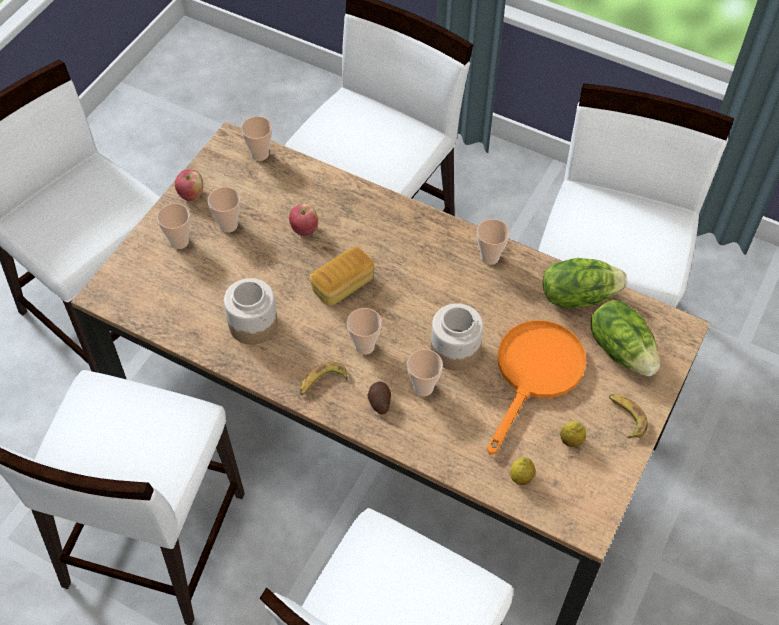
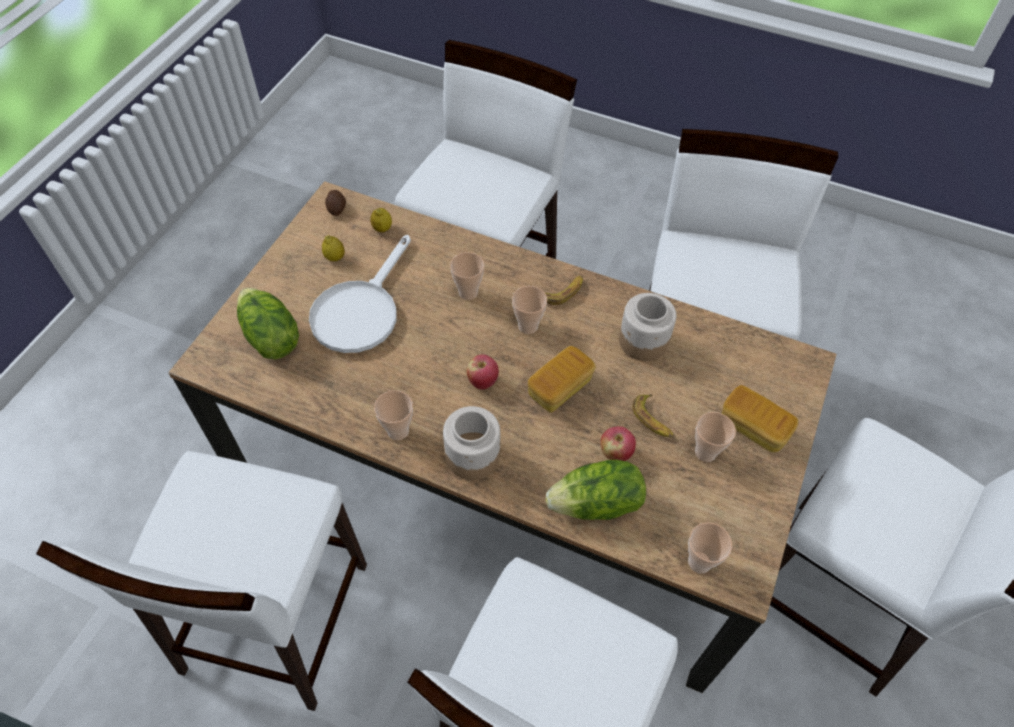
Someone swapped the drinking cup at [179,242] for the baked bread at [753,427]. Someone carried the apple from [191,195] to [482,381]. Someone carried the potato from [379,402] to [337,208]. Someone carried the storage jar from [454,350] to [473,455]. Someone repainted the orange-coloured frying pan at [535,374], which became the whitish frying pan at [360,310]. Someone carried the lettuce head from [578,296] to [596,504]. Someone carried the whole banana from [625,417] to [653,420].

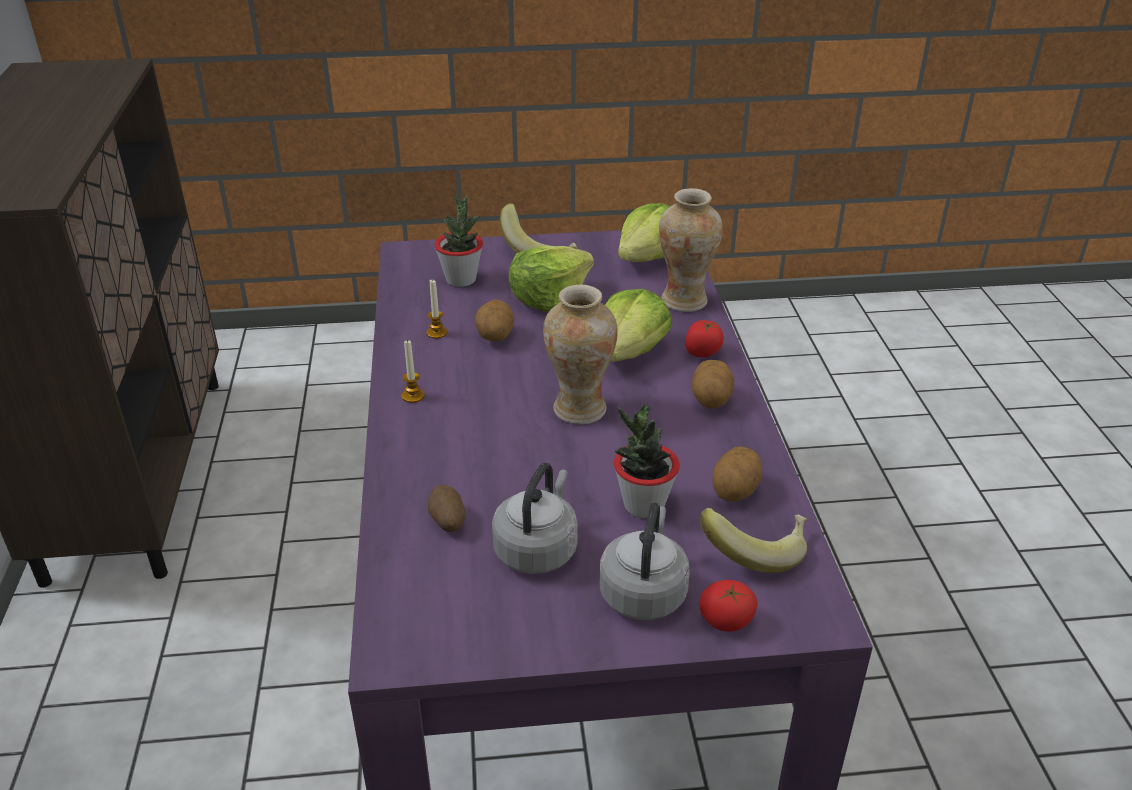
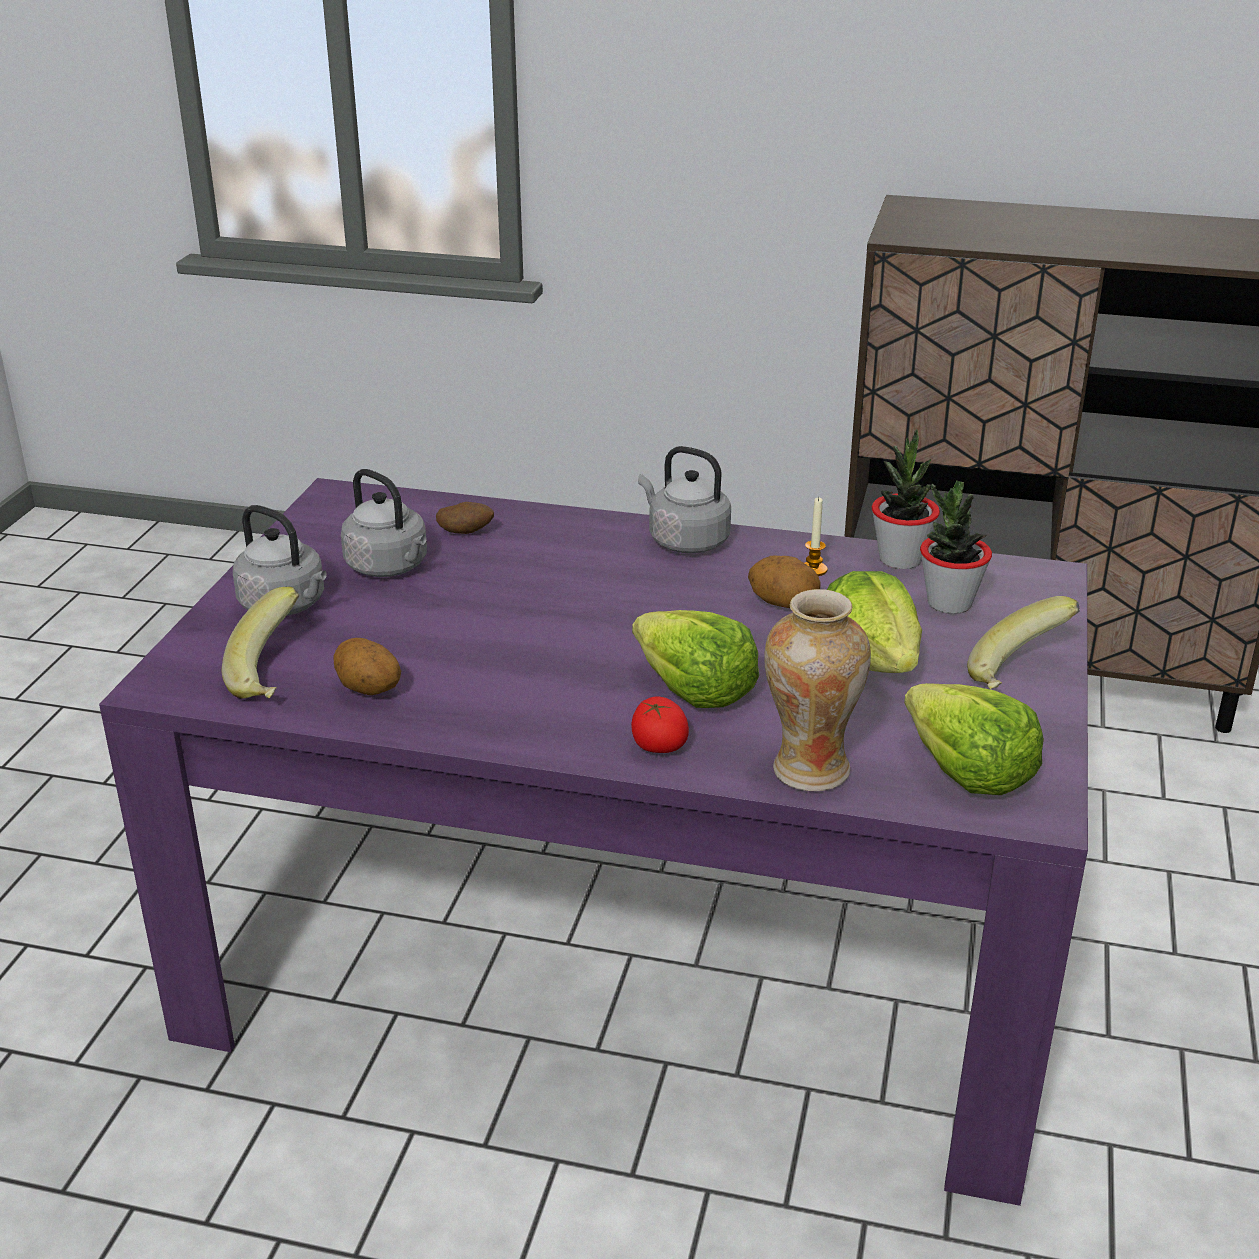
Someone swapped the wax light at [413,396] for the grey tea kettle at [685,541]. Someone took away the decorative vase at [579,409]. Someone carried the potted plant from [643,505] to [900,559]. Someone took away the potato at [711,400]. Someone took away the tomato at [725,621].

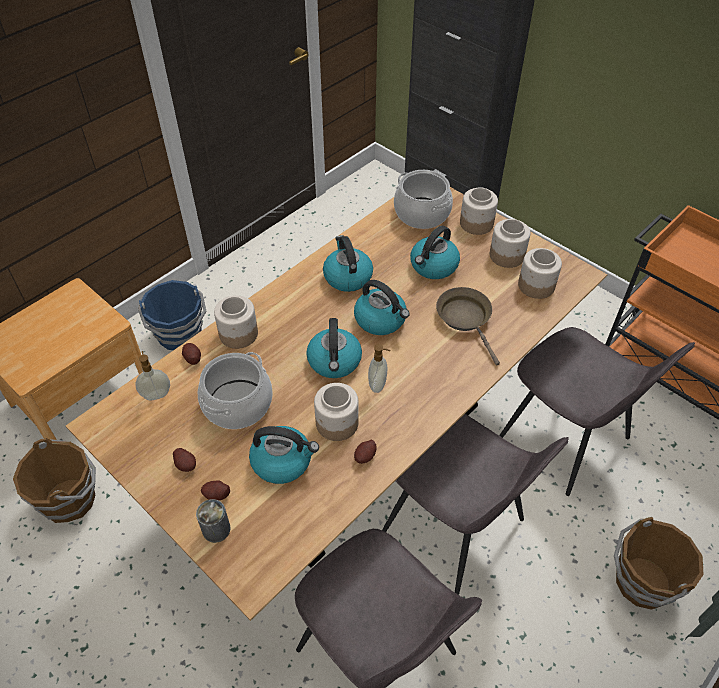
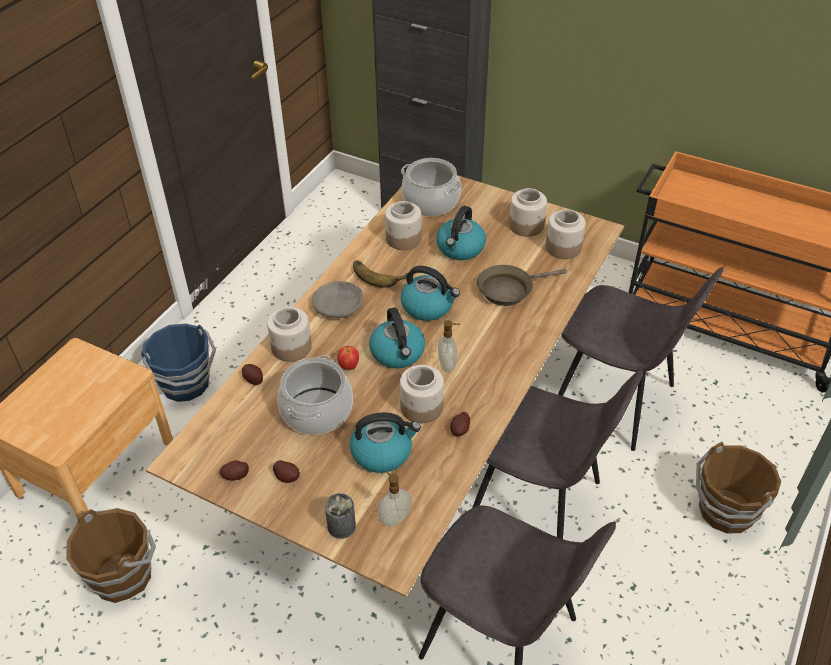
Someone carried the liquid soap bottle from [156,394] to [394,517]. Someone carried the potato from [216,495] to [235,476]. Someone swapped the tea kettle at [347,276] for the whole banana at [380,273]. Someone rotated the brown-coloured frying pan at [466,319] by 75 degrees counterclockwise. Someone carried the storage jar from [476,224] to [403,239]. Someone put down the grey serving bowl at [339,306]. Someone put down the apple at [349,366].

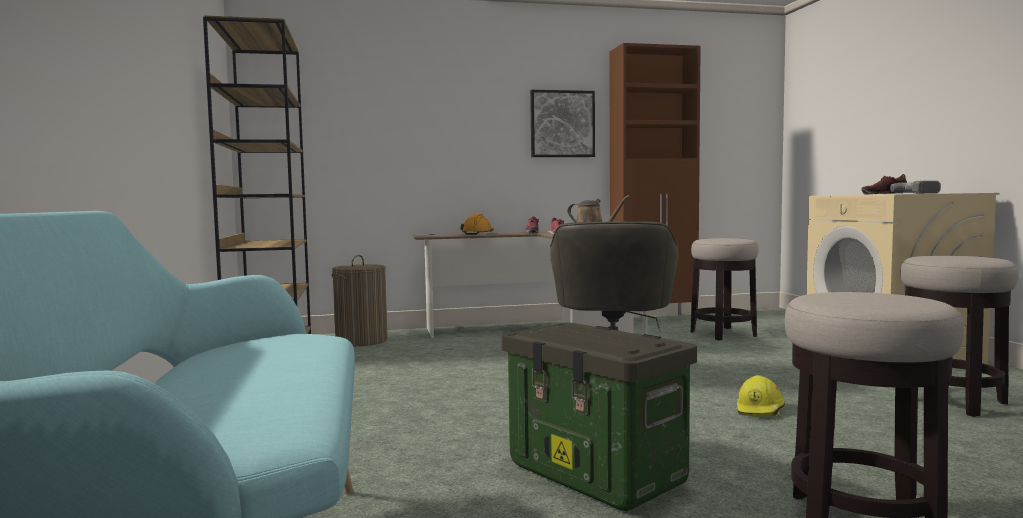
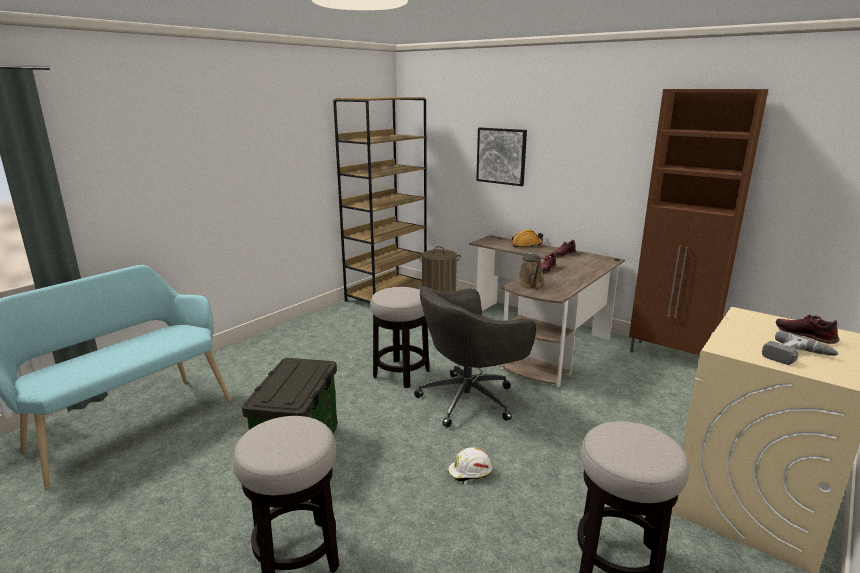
Someone carried the wall art from [562,124] to [501,156]. Someone carried the stool from [723,334] to [401,373]. Someone repainted the yellowish safety helmet at [760,410], which became the whitish safety helmet at [470,473].

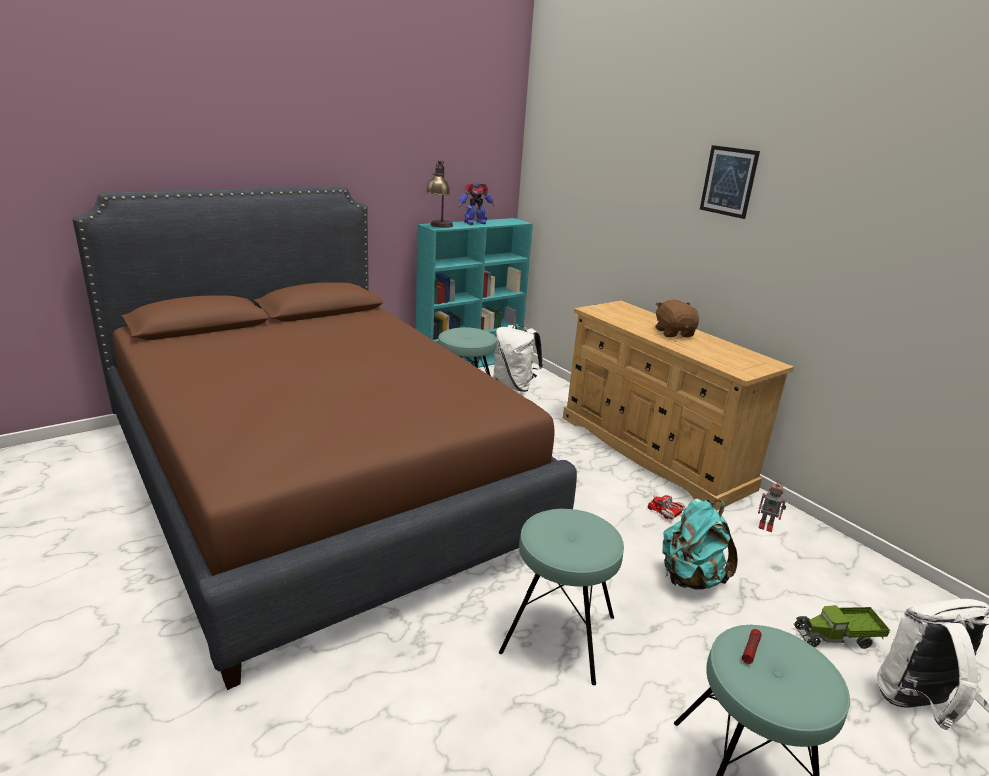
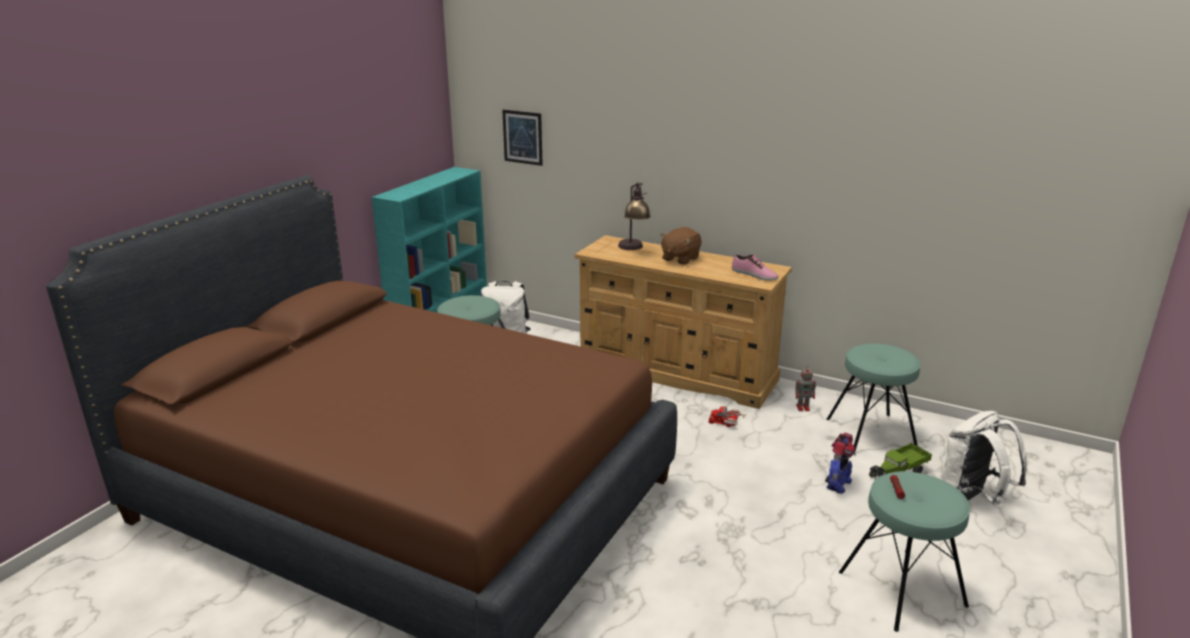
Someone carried the lamp for a table from [439,227] to [633,249]. Someone carried the robot figure from [474,223] to [837,484]. Someone carried the turquoise stool from [558,634] to [870,434]. Someone rotated the brown-coloured plush toy at [674,333] by 105 degrees counterclockwise. Someone took away the turquoise backpack at [690,578]. Someone carried the wall art from [728,181] to [522,137]. Someone put down the low shoe at [754,275].

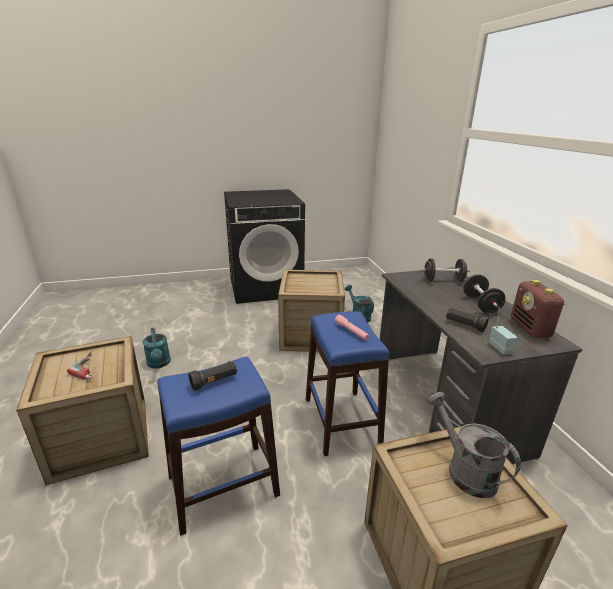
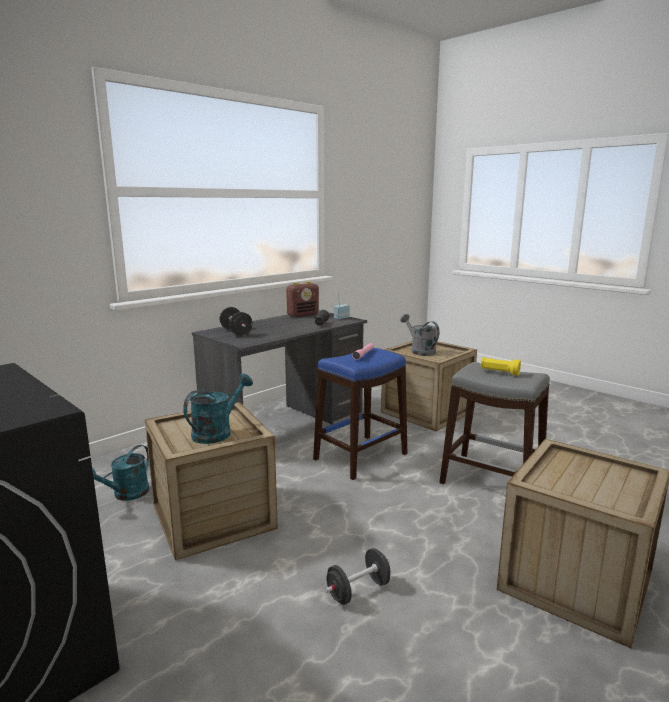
Someone took away the electric drill at [90,368]. Someone carried the turquoise watering pot from [159,364] to [217,432]. Someone repainted the blue stool at [222,485], which became the grey stool at [491,483]. Someone repainted the black torch at [214,382], which became the yellowish torch at [499,372]. Someone rotated the grey watering pot at [464,469] by 120 degrees clockwise. Someone carried the black dumbbell from [480,304] to [358,590].

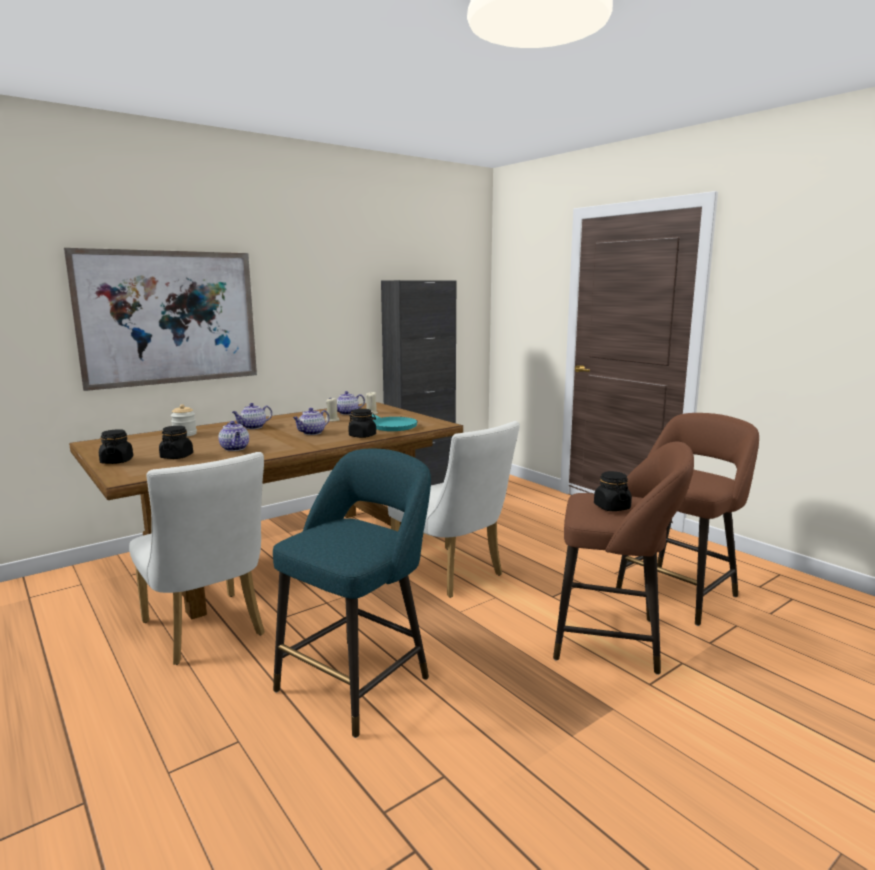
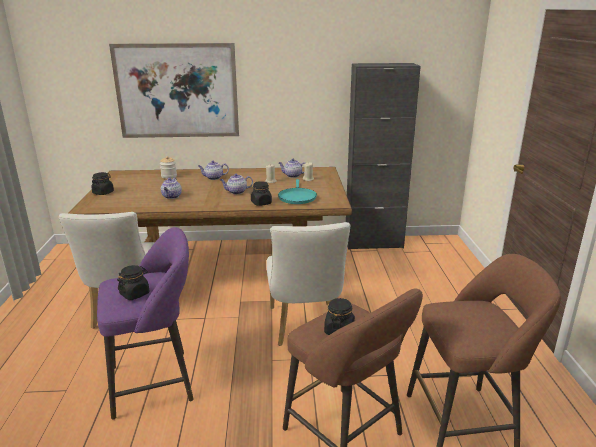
Someone carried the black storage jar from [177,456] to [135,294]. Someone repainted the turquoise stool at [358,680], which became the purple-coloured stool at [157,382].

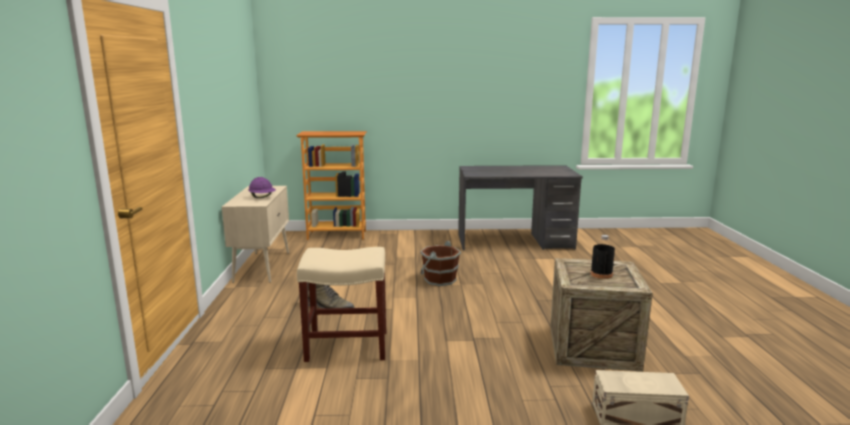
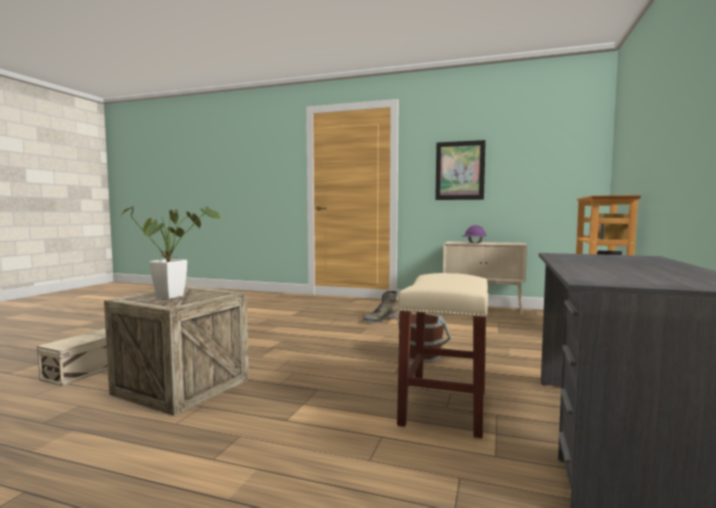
Someone carried the beige stool from [345,346] to [444,406]. Someone swapped the black drink bottle at [601,274] for the potted plant at [175,296]. Someone put up the wall art at [460,170].

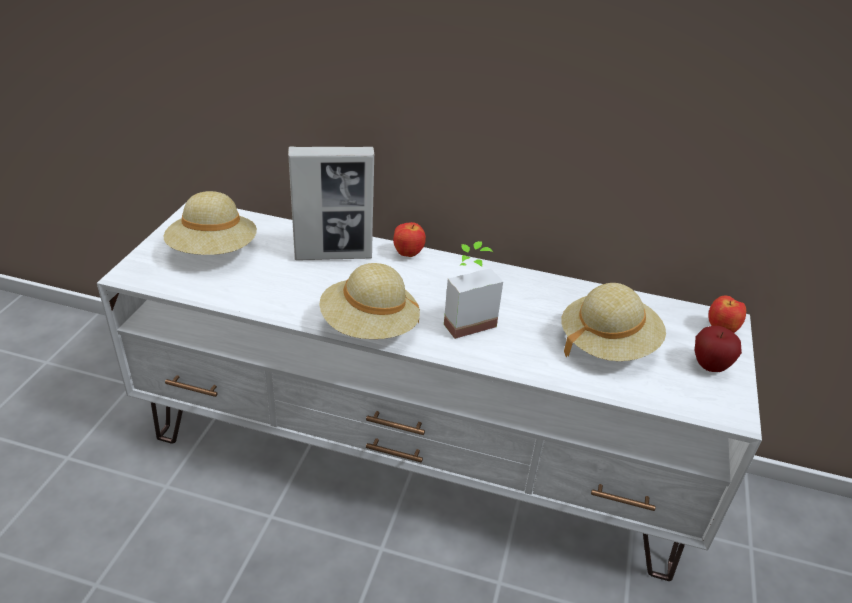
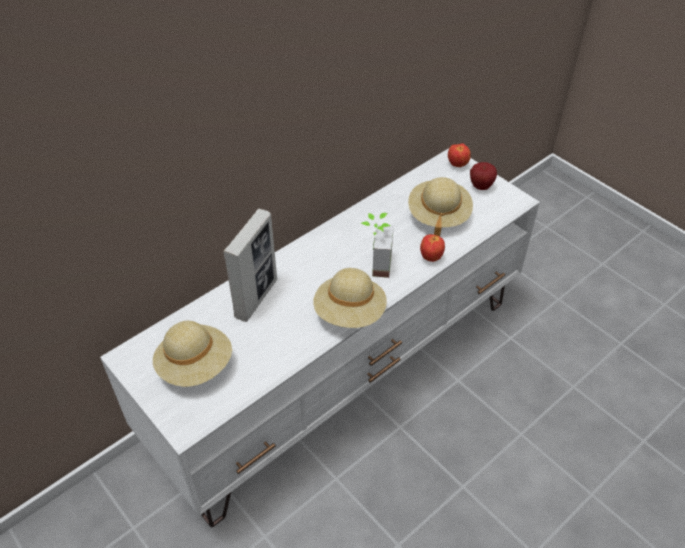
Someone carried the apple from [408,254] to [430,257].

